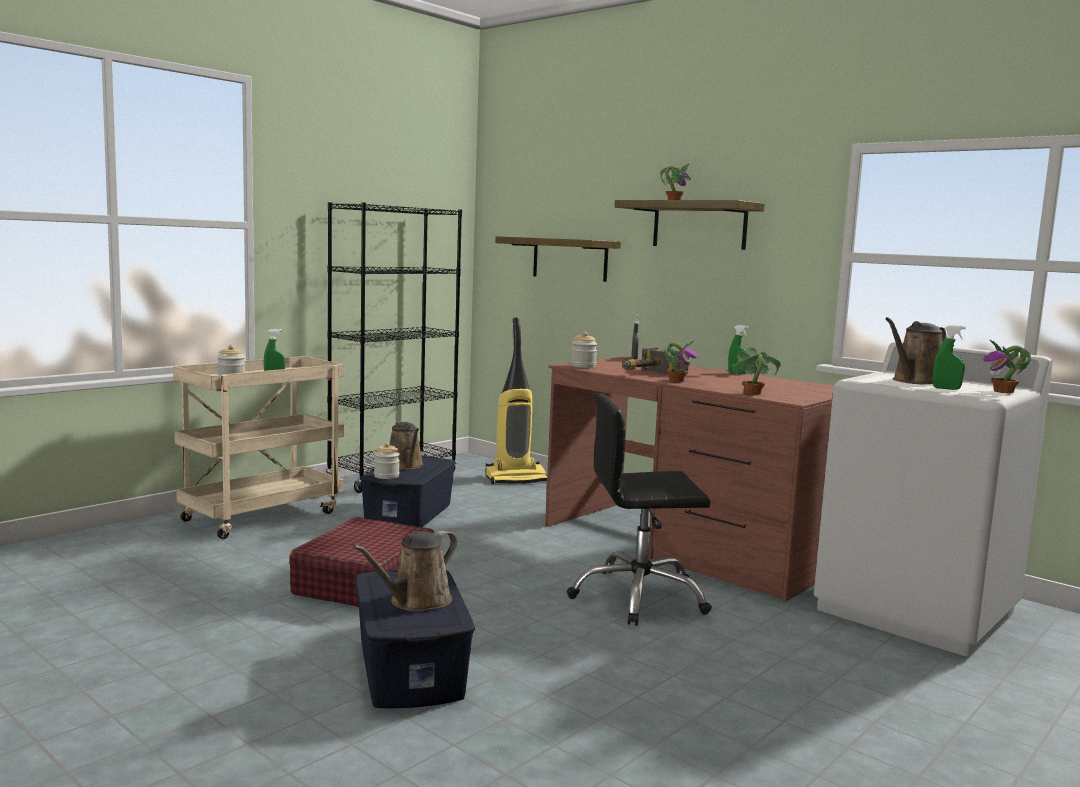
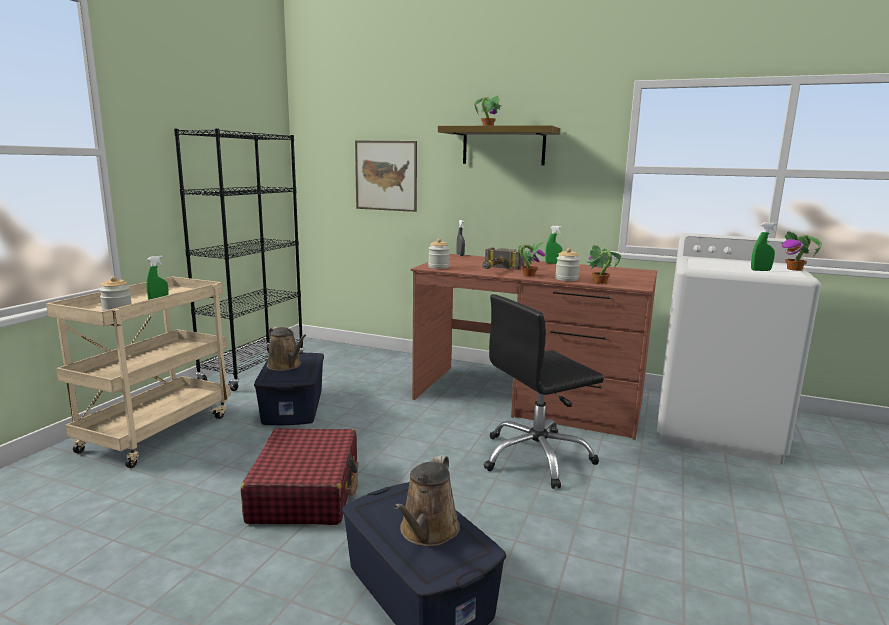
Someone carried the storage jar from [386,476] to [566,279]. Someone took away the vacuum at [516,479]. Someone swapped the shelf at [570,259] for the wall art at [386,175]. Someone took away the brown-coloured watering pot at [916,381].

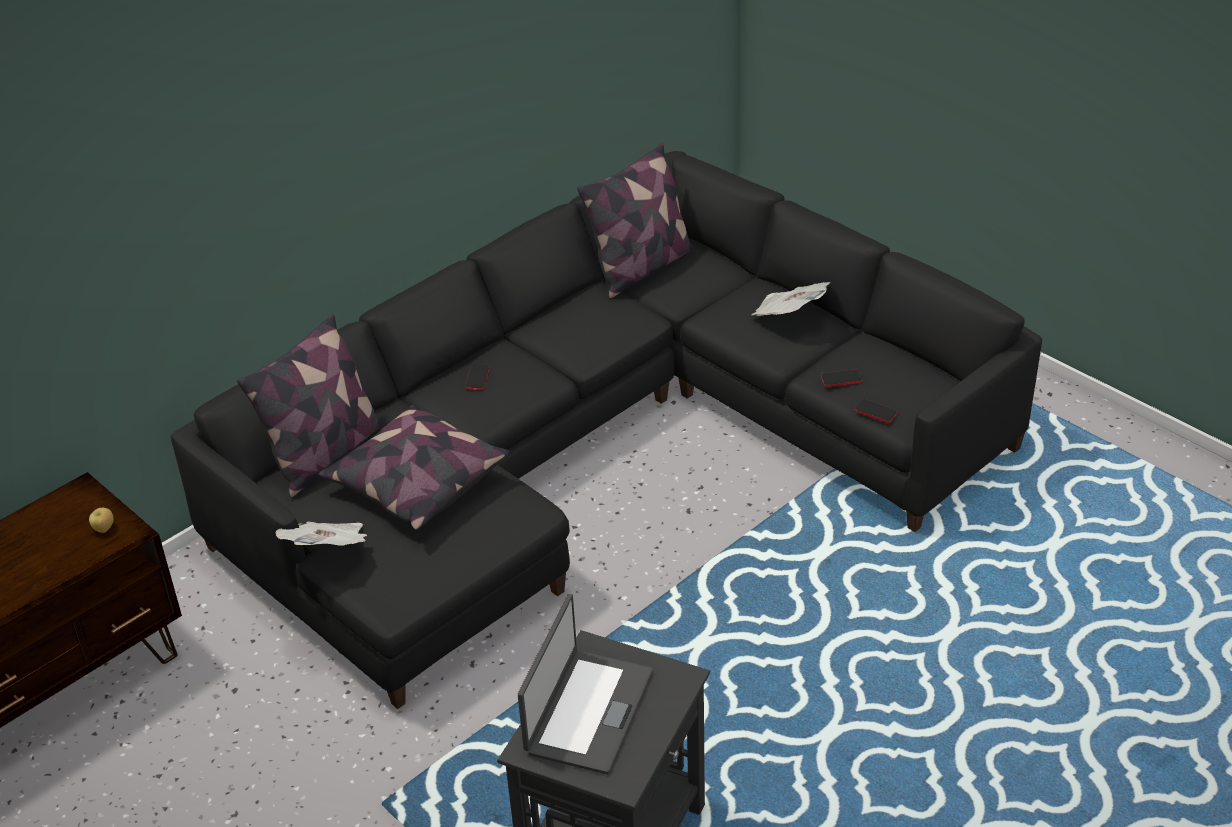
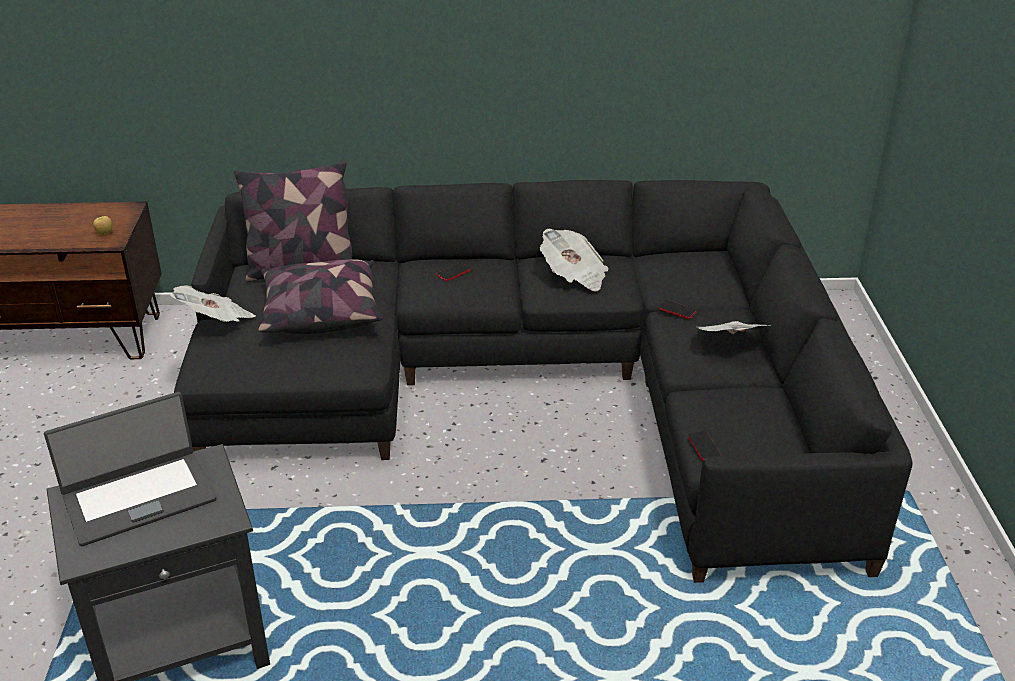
Someone took away the cushion at [641,267]. Someone carried the phone from [841,379] to [677,310]. Someone put down the newspaper at [574,276].

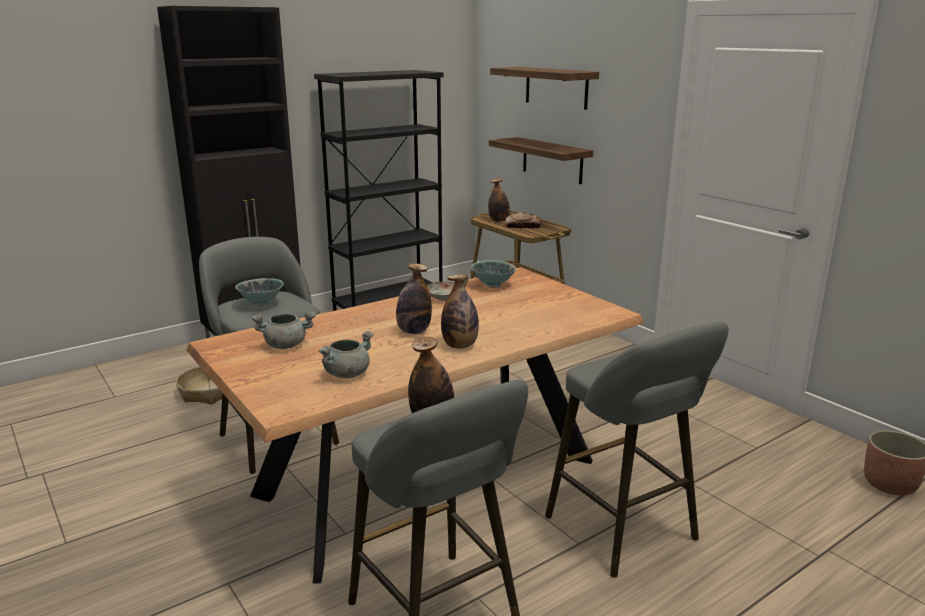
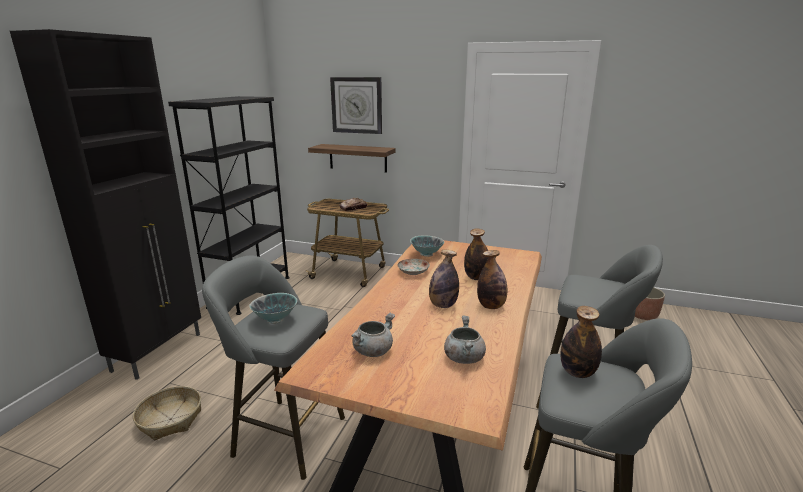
Someone carried the drink bottle from [499,220] to [476,278]. Someone swapped the shelf at [556,87] for the hanging clock at [356,105].

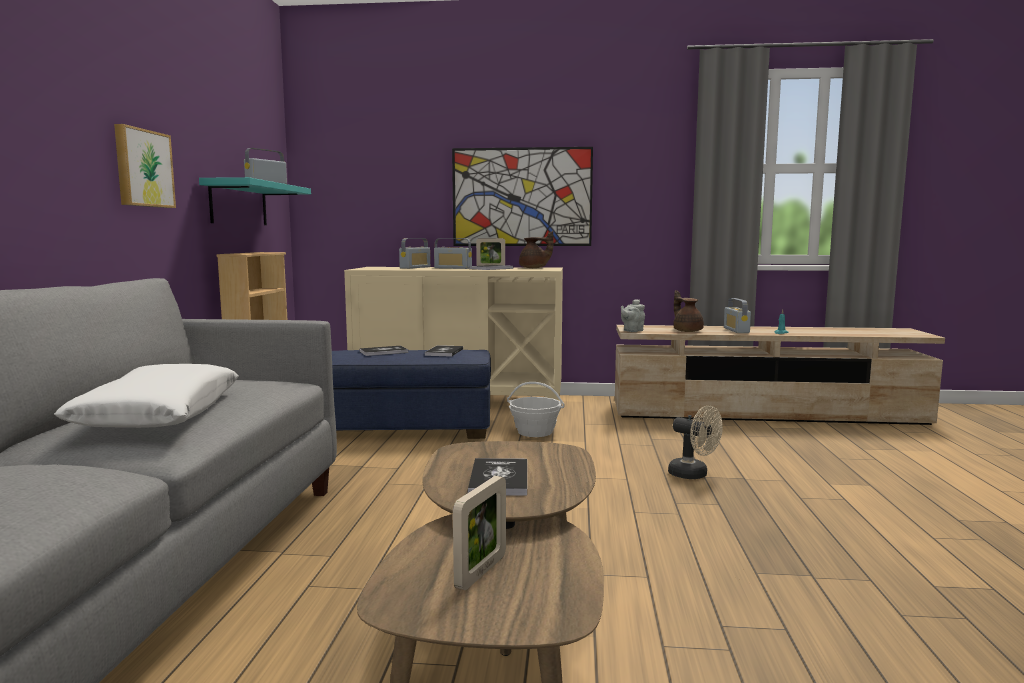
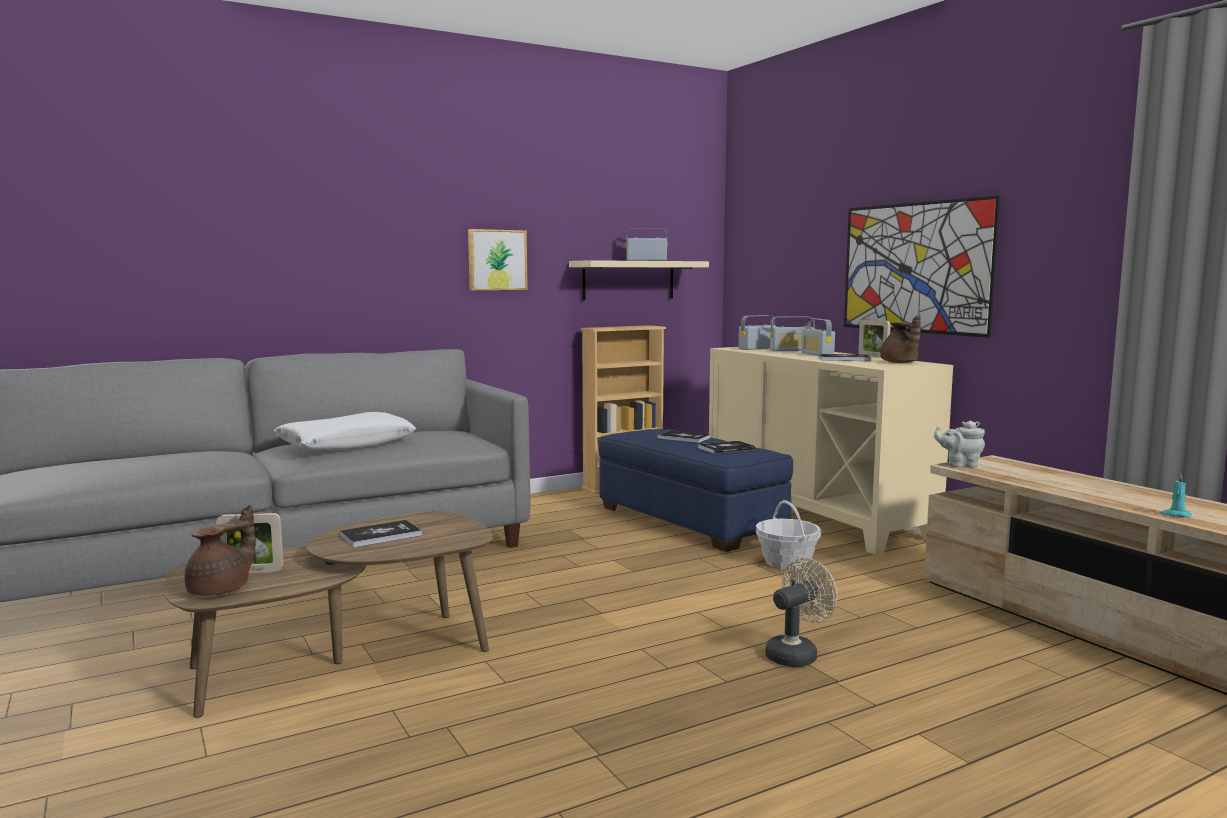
Someone repainted the turquoise shelf at [239,204], which became the beige shelf at [628,280]. Someone rotated the beige electric fan at [694,475] by 135 degrees counterclockwise. Someone carried the brown-coloured tea pot from [687,331] to [222,590]. Someone carried the radio set from [736,330] to [757,348].

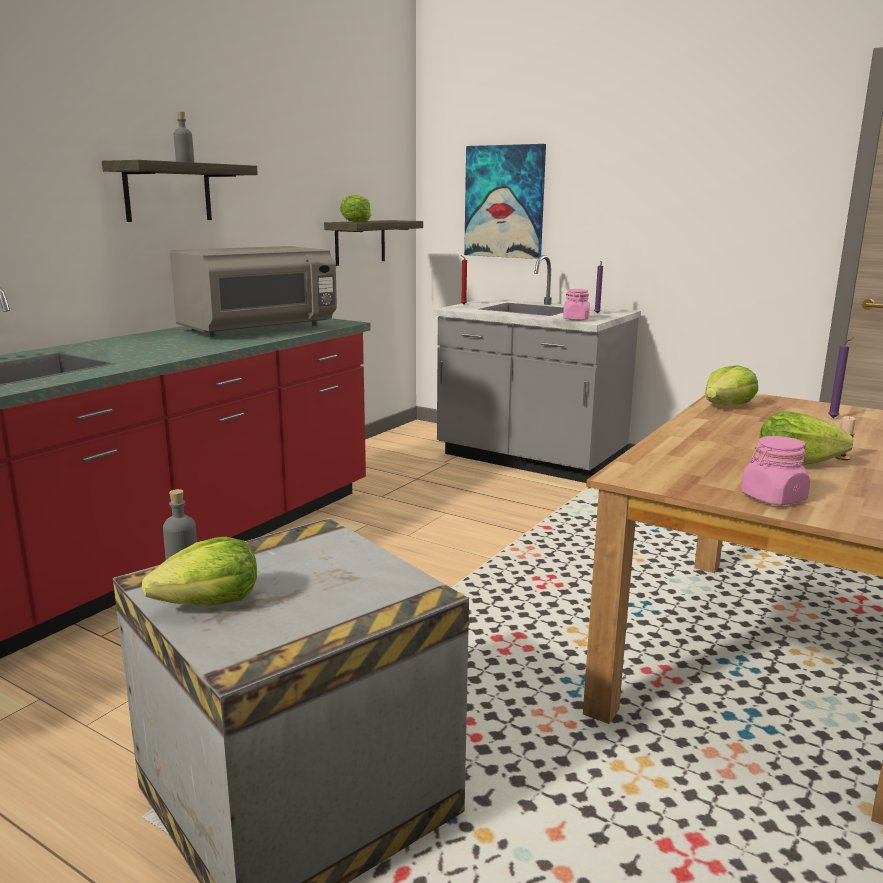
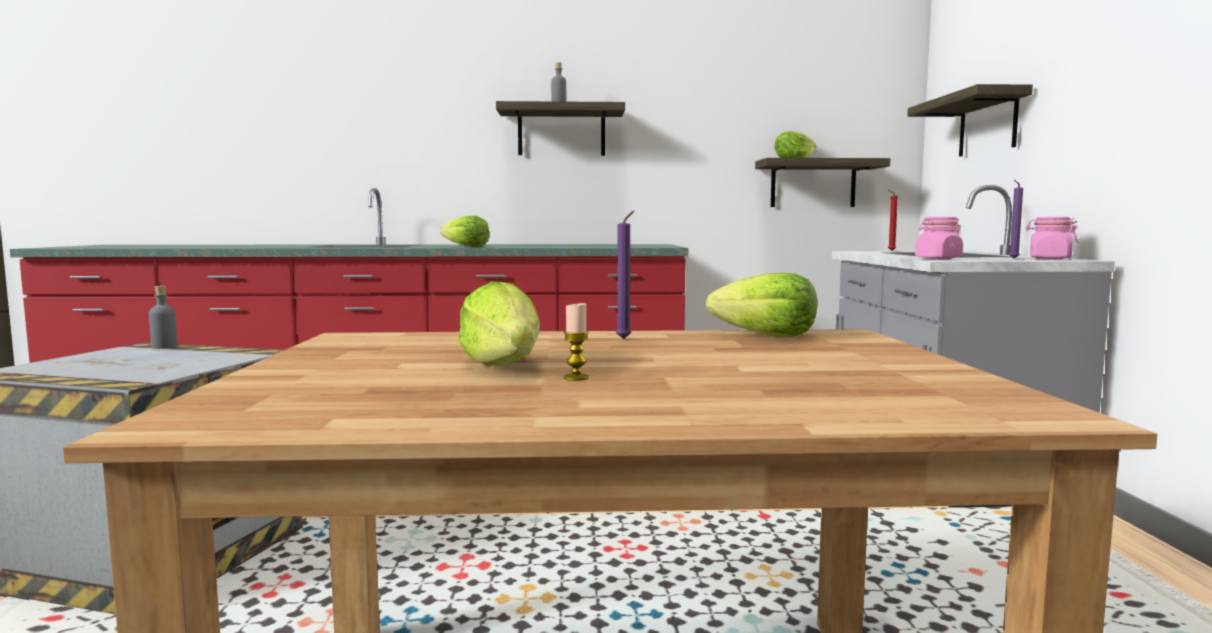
Someone carried the lettuce head from [209,603] to [466,246]. Someone took away the grey kitchen microwave at [258,329]. Someone swapped the wall art at [504,202] for the shelf at [988,124]. Someone carried the pinkish storage jar from [773,498] to [1049,258]. Someone carried the purple-coloured wax light from [834,418] to [625,339].

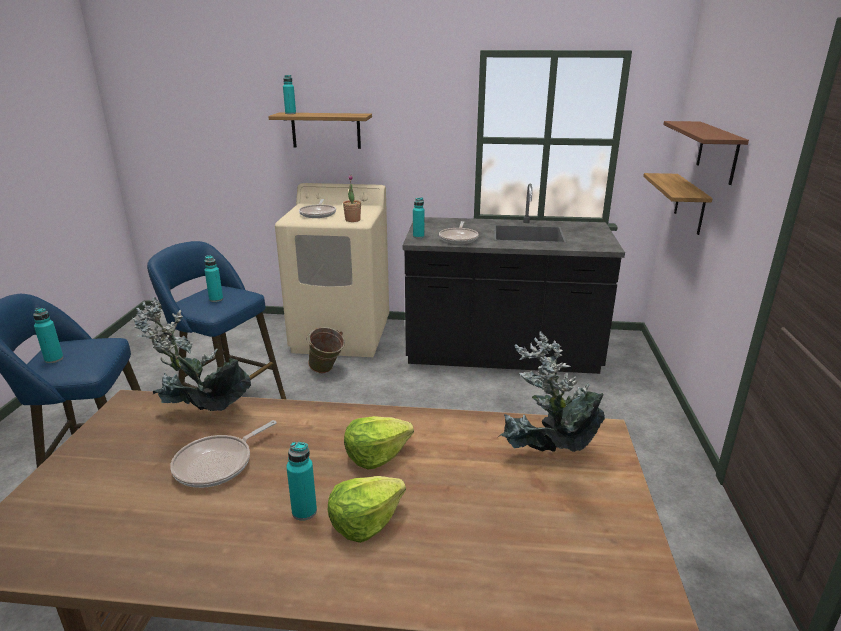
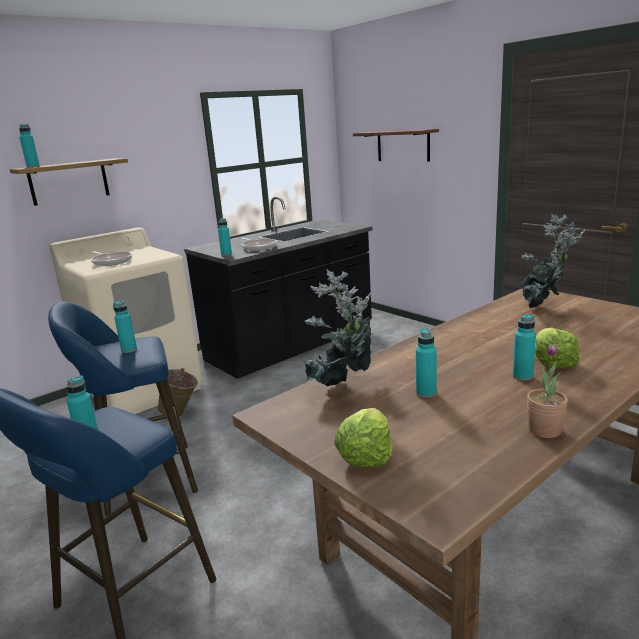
Someone swapped the frying pan at [218,464] for the turquoise drink bottle at [426,393]. Someone carried the potted plant from [352,220] to [544,430]. Someone carried the lettuce head from [376,455] to [365,455]. Someone took away the shelf at [690,204].

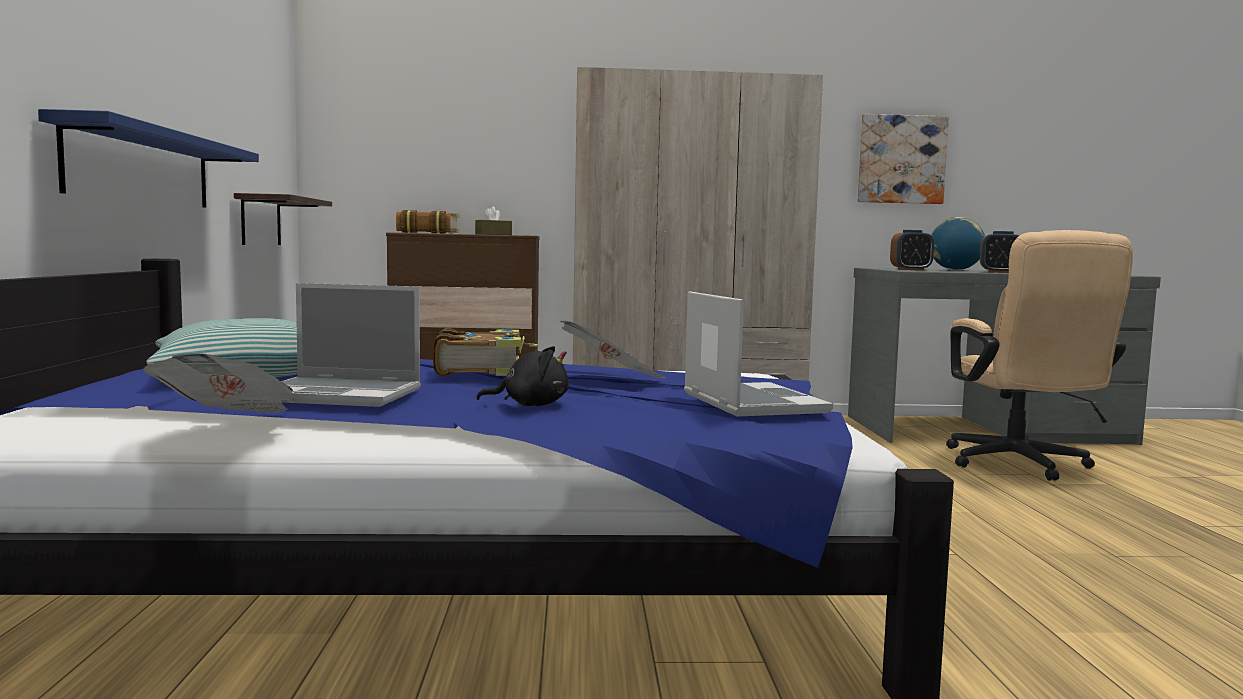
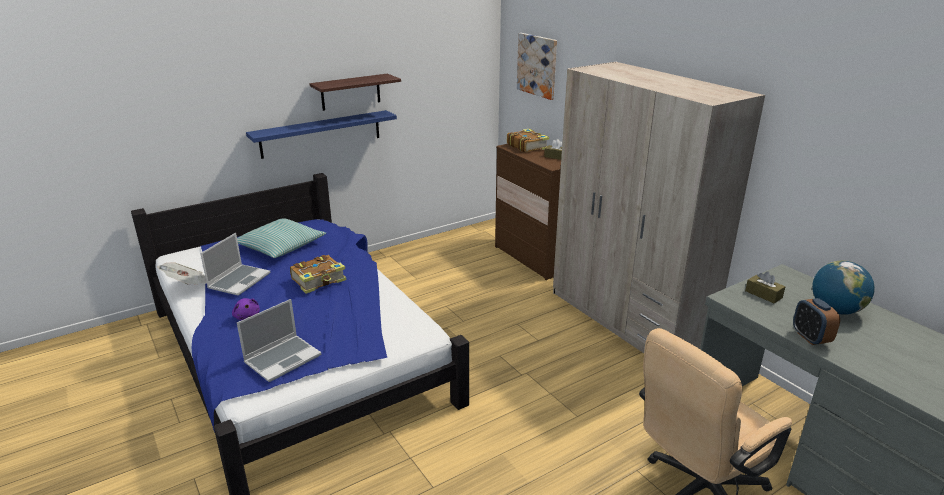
Someone carried the shelf from [261,221] to [350,92]. Someone rotated the laptop at [342,395] by 135 degrees counterclockwise. Someone repainted the black plush toy at [530,405], which became the purple-coloured plush toy at [247,316]. Someone took away the newspaper at [612,379]. Someone carried the wall art from [901,159] to [537,65]. Someone swapped the table clock at [911,269] for the brown-coloured tissue box at [763,294].

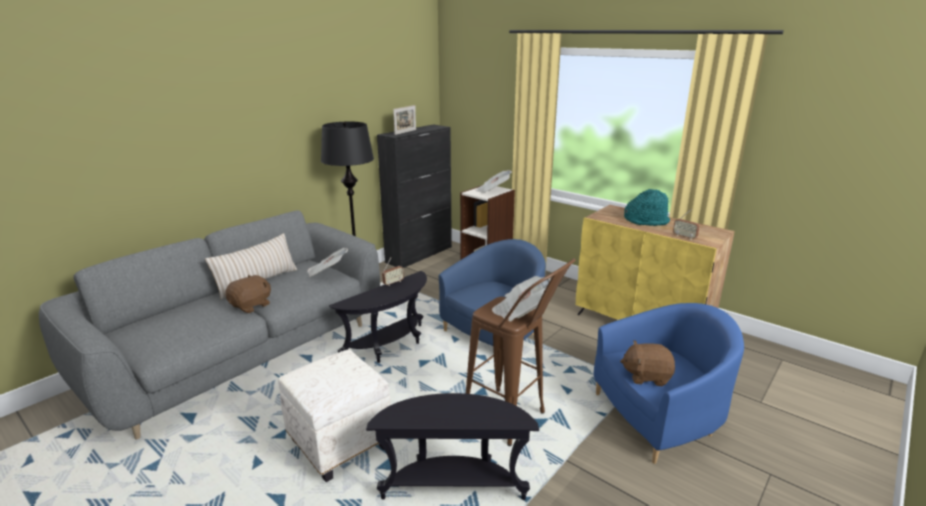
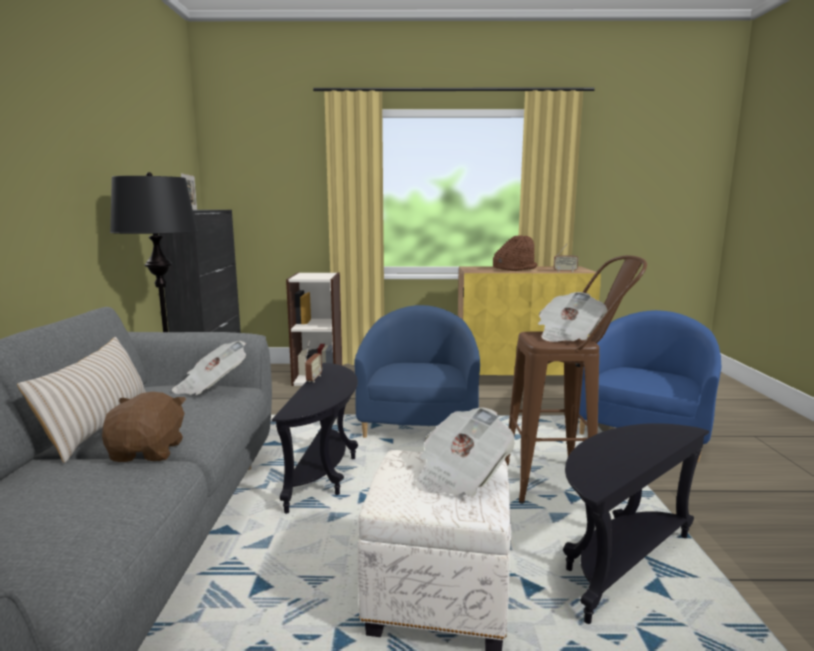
Someone carried the newspaper from [493,191] to [460,475]. Someone took away the brown-coloured plush toy at [646,376]. Someone repainted the turquoise clothing hat at [646,221], which became the brown-coloured clothing hat at [514,269].

